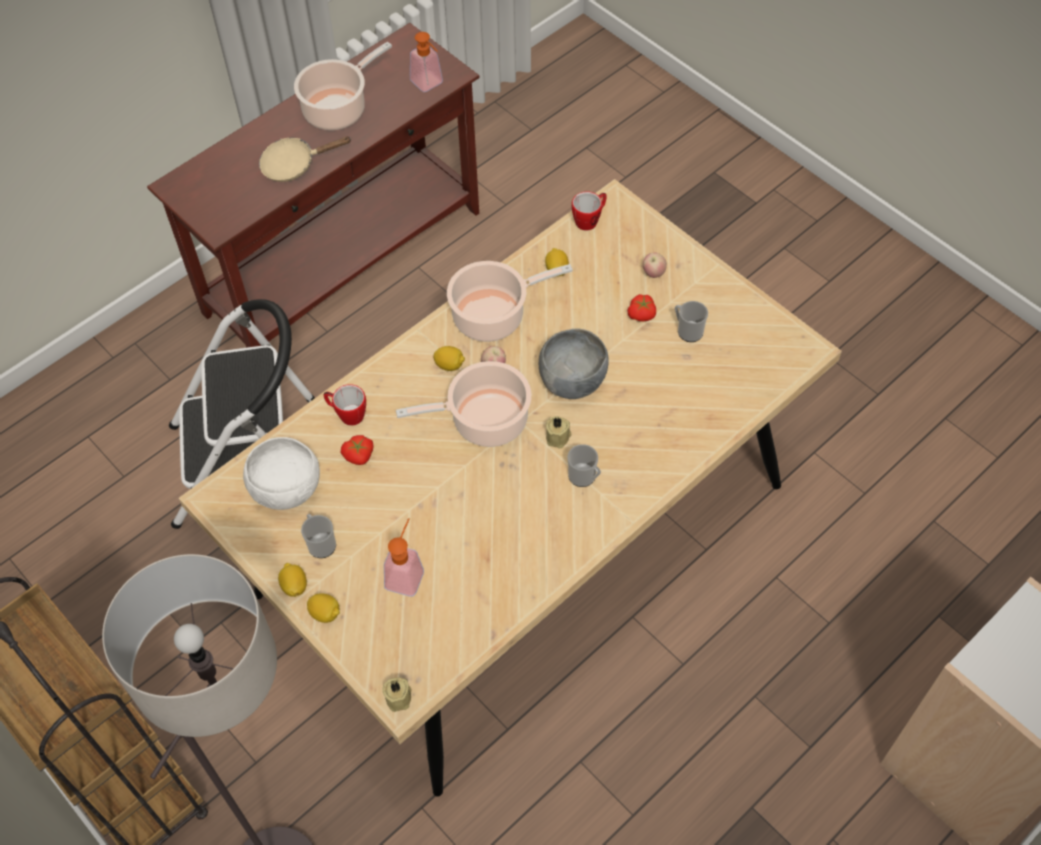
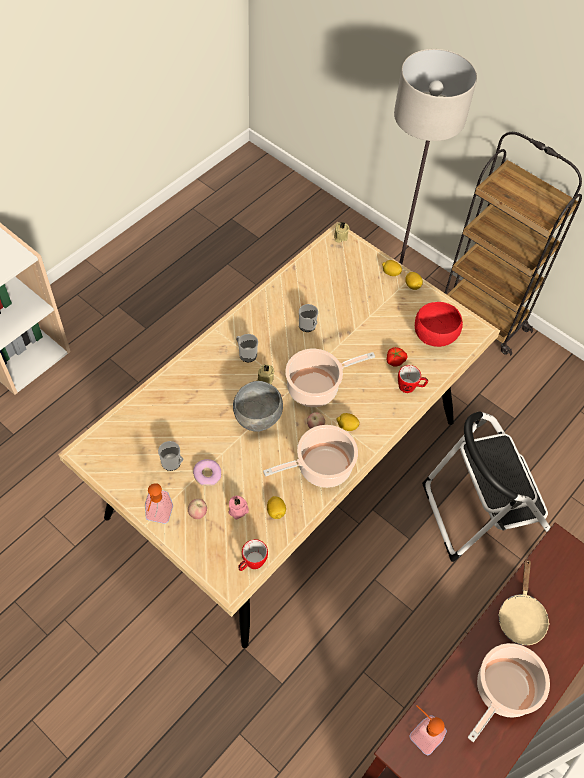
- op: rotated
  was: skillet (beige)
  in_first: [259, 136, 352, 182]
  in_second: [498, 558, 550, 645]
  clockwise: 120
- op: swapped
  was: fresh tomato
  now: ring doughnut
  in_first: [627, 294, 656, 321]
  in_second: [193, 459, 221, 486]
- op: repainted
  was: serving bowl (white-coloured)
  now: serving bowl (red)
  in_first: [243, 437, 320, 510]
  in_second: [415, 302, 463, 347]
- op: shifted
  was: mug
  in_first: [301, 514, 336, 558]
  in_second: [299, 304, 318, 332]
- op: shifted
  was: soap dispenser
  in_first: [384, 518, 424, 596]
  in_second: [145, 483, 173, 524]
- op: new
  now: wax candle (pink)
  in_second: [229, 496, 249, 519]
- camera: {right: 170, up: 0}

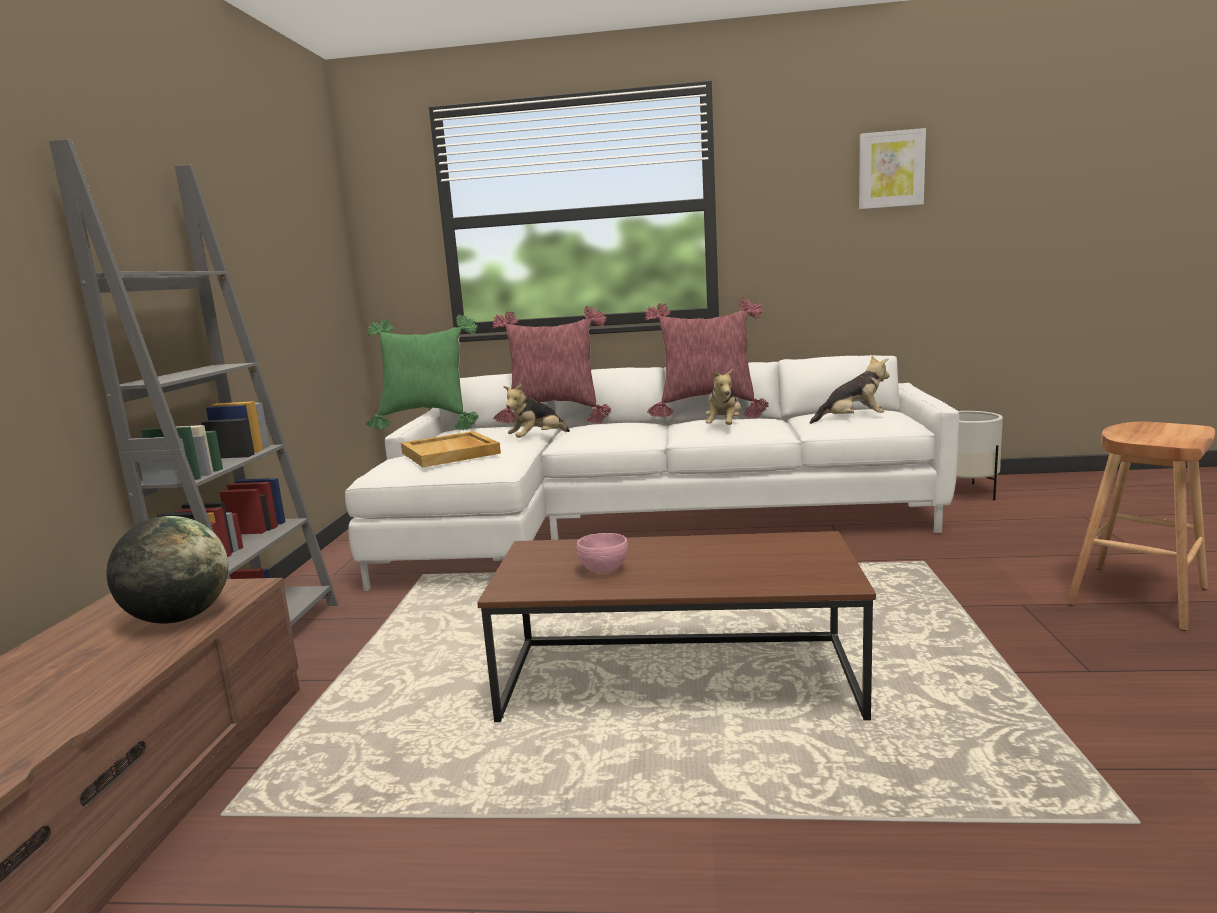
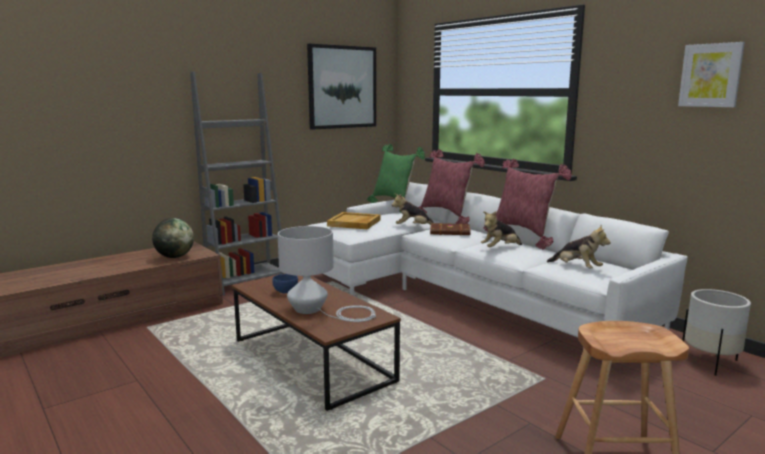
- op: repainted
  was: serving bowl (pink)
  now: serving bowl (blue-coloured)
  in_first: [576, 533, 628, 573]
  in_second: [272, 274, 298, 293]
- op: new
  now: wall picture
  in_second: [307, 44, 376, 130]
- op: new
  now: bound book (brownish)
  in_second: [430, 223, 471, 235]
- op: new
  now: table lamp (white-coloured)
  in_second: [278, 226, 376, 322]
- camera: {right: 45, up: 0}

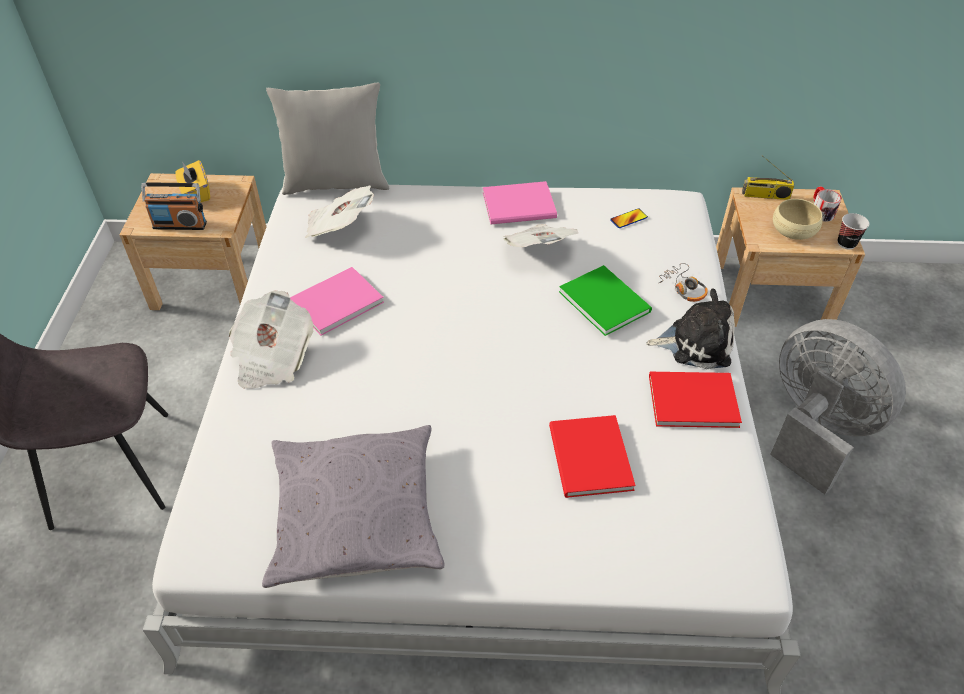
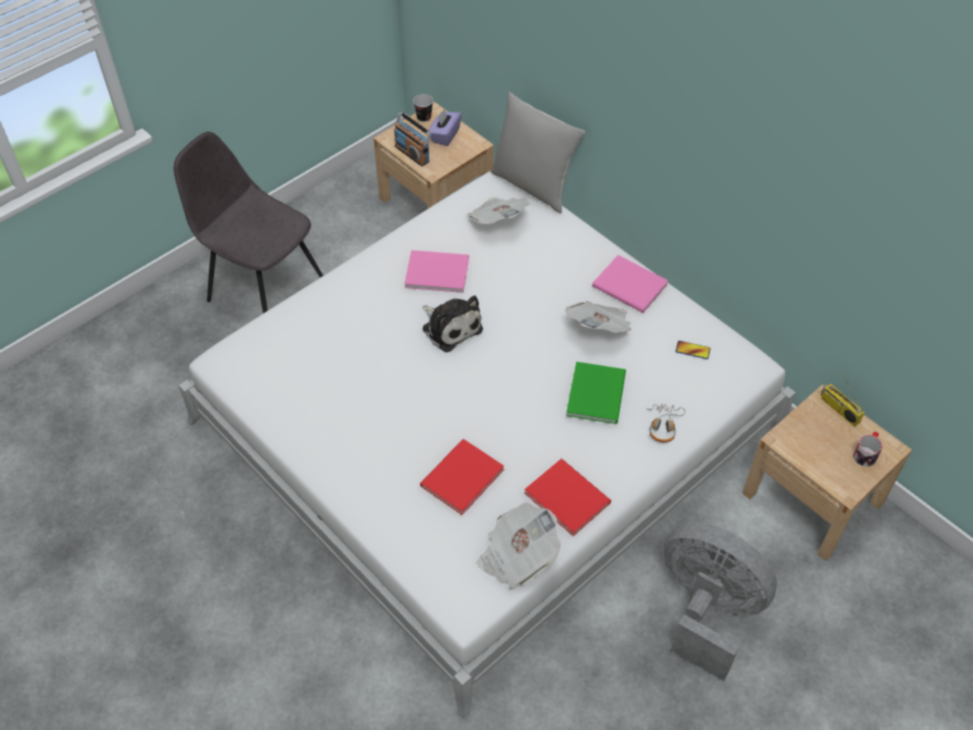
- op: repainted
  was: tissue holder (yellow)
  now: tissue holder (purple-coloured)
  in_first: [175, 160, 210, 202]
  in_second: [429, 108, 462, 146]
- op: gone
  was: serving bowl (beige)
  in_first: [773, 199, 823, 240]
- op: shifted
  was: cup
  in_first: [838, 213, 869, 249]
  in_second: [413, 94, 433, 122]
- op: shifted
  was: plush toy
  in_first: [646, 289, 735, 369]
  in_second: [422, 295, 483, 352]
- op: shifted
  was: daily paper
  in_first: [229, 290, 314, 389]
  in_second: [477, 502, 561, 590]
- op: rotated
  was: electric fan (greyish)
  in_first: [770, 319, 906, 494]
  in_second: [663, 522, 777, 681]
  clockwise: -60
- op: gone
  was: throw pillow (greyish)
  in_first: [262, 425, 445, 588]
- camera: {right: 45, up: 5}

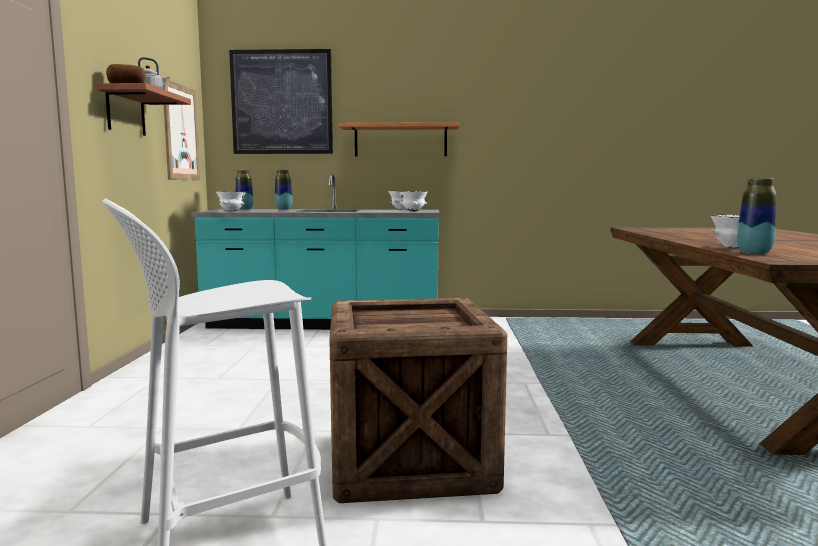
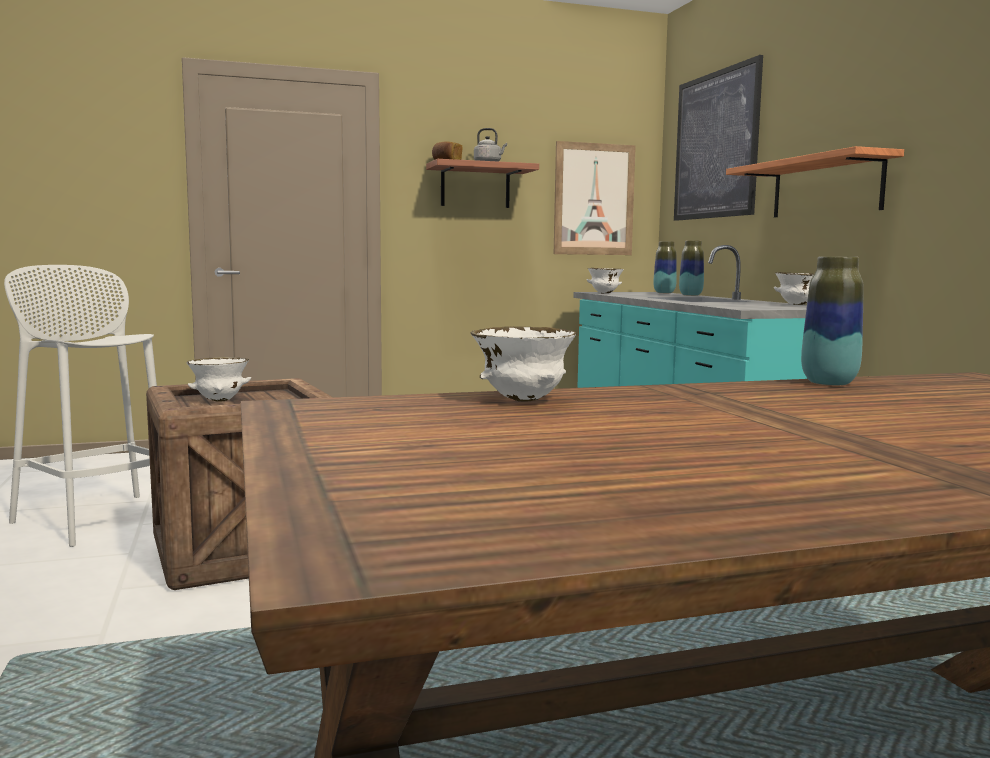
- op: shifted
  was: decorative vase
  in_first: [737, 178, 777, 254]
  in_second: [801, 256, 864, 386]
- op: shifted
  was: serving bowl (white-coloured)
  in_first: [398, 191, 428, 211]
  in_second: [186, 357, 251, 401]
- camera: {right: 70, up: 0}

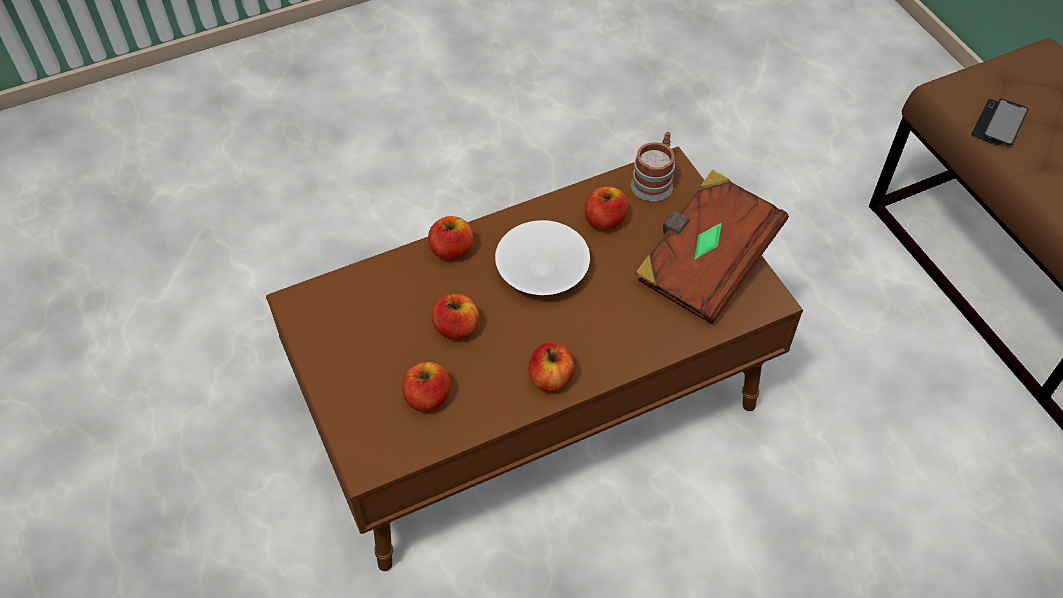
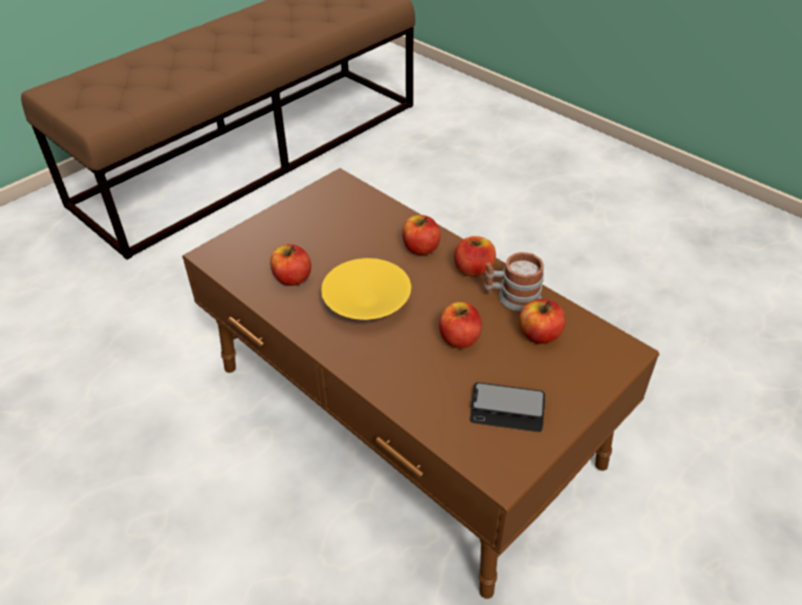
- op: shifted
  was: handset
  in_first: [972, 99, 1028, 145]
  in_second: [470, 382, 545, 432]
- op: shifted
  was: mug
  in_first: [631, 132, 675, 201]
  in_second: [484, 252, 544, 312]
- op: gone
  was: bound book (brownish)
  in_first: [634, 170, 789, 324]
- op: shifted
  was: apple
  in_first: [428, 216, 474, 260]
  in_second: [402, 215, 441, 255]
- op: repainted
  was: serving bowl (white-coloured)
  now: serving bowl (yellow)
  in_first: [495, 220, 590, 295]
  in_second: [321, 258, 411, 320]
- camera: {right: -110, up: -10}

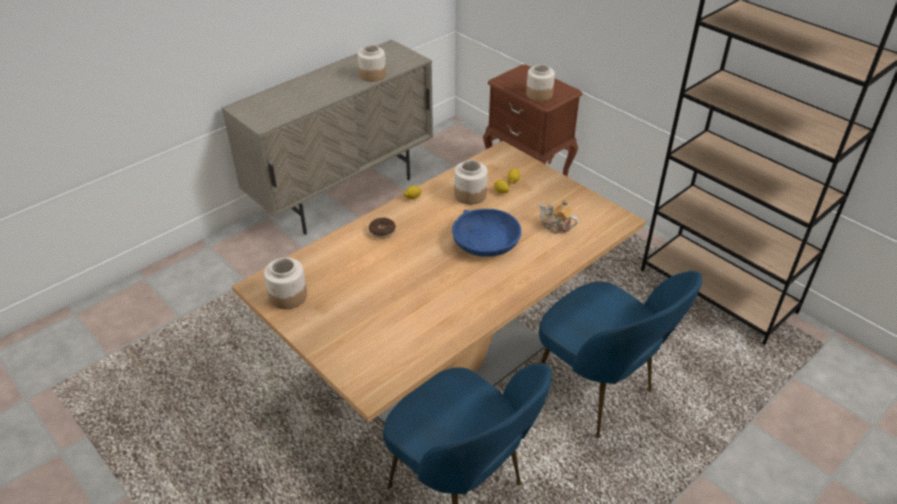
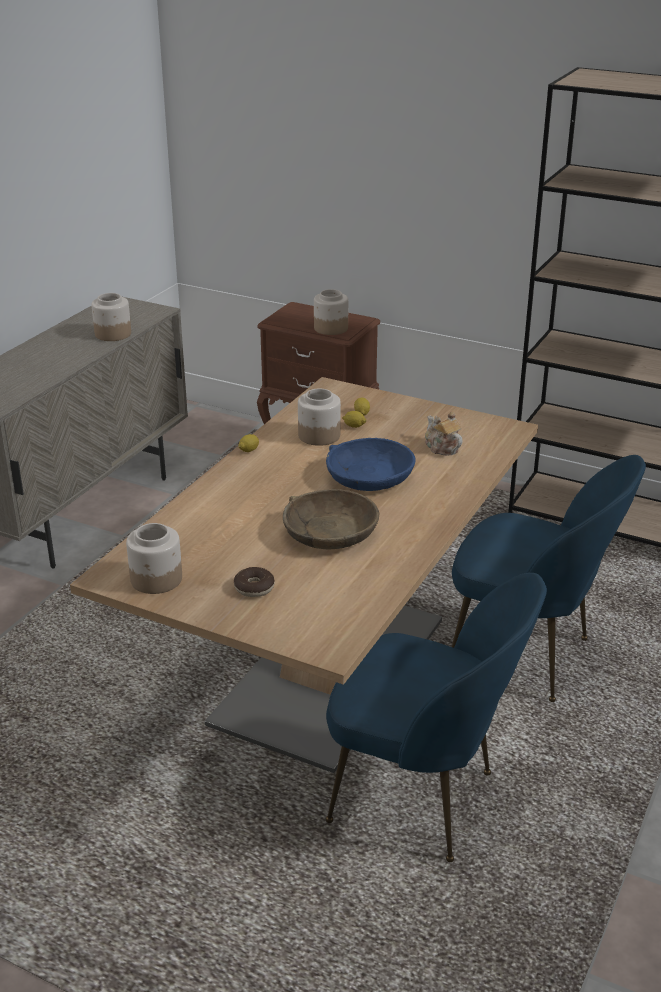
- op: rotated
  was: tea pot
  in_first: [539, 199, 578, 234]
  in_second: [425, 411, 462, 456]
  clockwise: 45
- op: shifted
  was: ring doughnut
  in_first: [369, 217, 396, 238]
  in_second: [234, 567, 275, 597]
- op: new
  now: serving bowl (brownish)
  in_second: [283, 489, 380, 549]
- camera: {right: -20, up: -10}

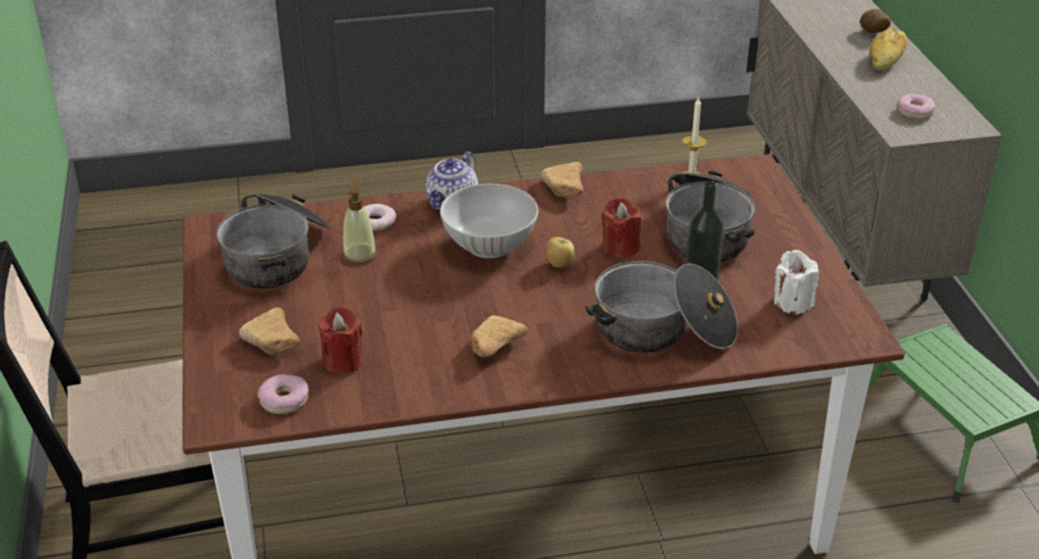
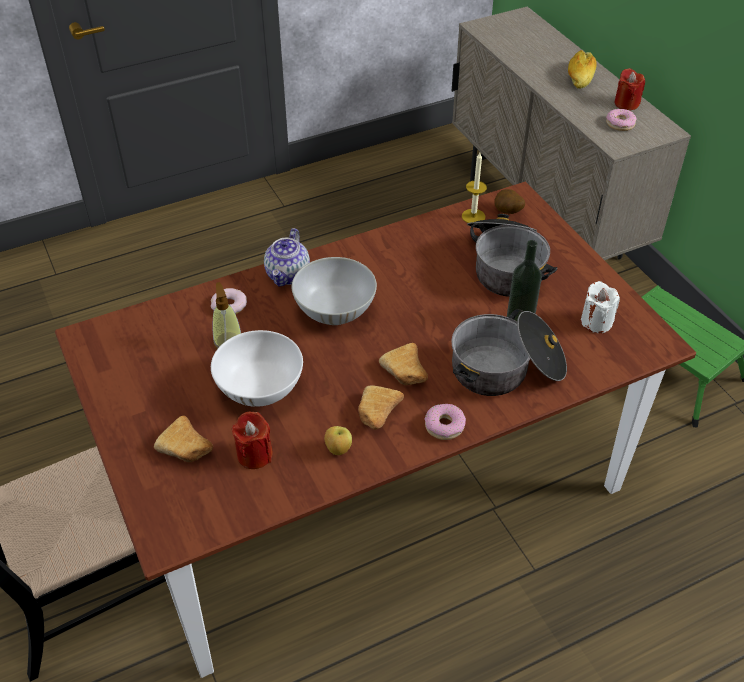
- op: shifted
  was: whole potato
  in_first: [860, 9, 891, 33]
  in_second: [494, 189, 525, 214]
- op: shifted
  was: baked bread
  in_first: [540, 162, 583, 197]
  in_second: [379, 343, 428, 385]
- op: gone
  was: cooking pot
  in_first: [216, 193, 332, 289]
- op: shifted
  was: wax candle (red)
  in_first: [601, 197, 641, 258]
  in_second: [614, 68, 645, 111]
- op: shifted
  was: apple
  in_first: [546, 237, 574, 267]
  in_second: [325, 426, 352, 455]
- op: shifted
  was: ring doughnut
  in_first: [258, 374, 309, 414]
  in_second: [424, 404, 466, 440]
- op: new
  now: serving bowl (white-coloured)
  in_second: [211, 330, 303, 407]
- camera: {right: -15, up: 10}

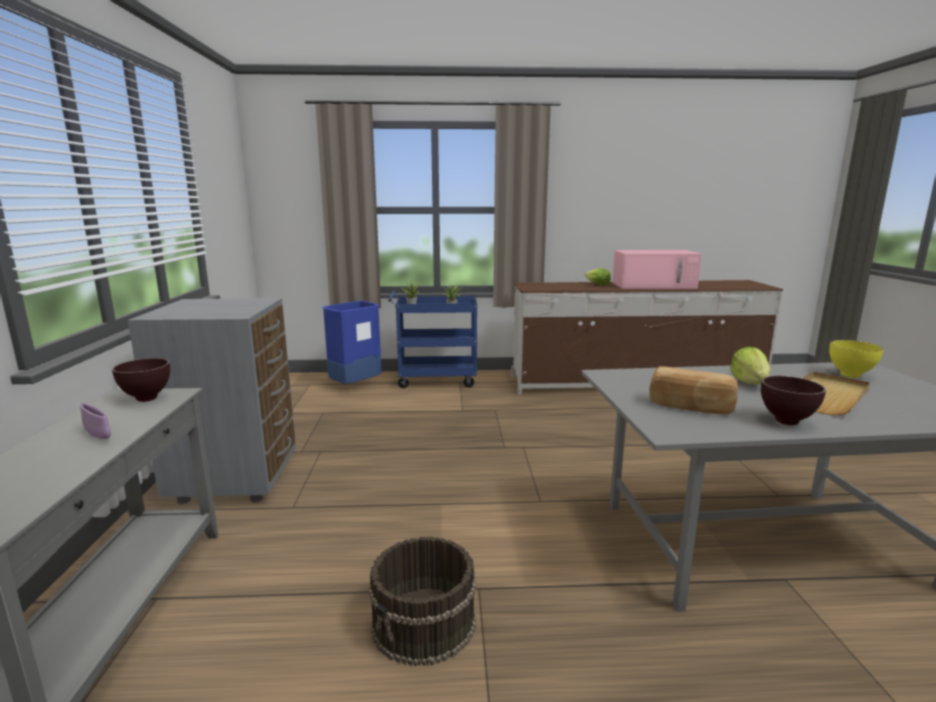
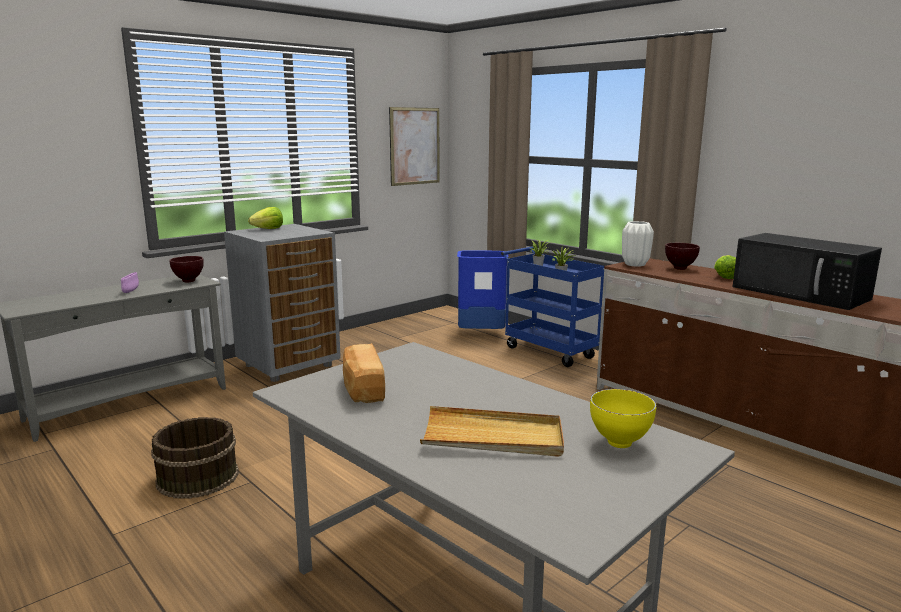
- op: repainted
  was: microwave (pink)
  now: microwave (black-coloured)
  in_first: [612, 250, 702, 289]
  in_second: [733, 233, 882, 310]
- op: shifted
  was: lettuce
  in_first: [730, 347, 771, 384]
  in_second: [248, 207, 283, 229]
- op: shifted
  was: serving bowl (brownish)
  in_first: [761, 376, 826, 425]
  in_second: [665, 243, 700, 270]
- op: new
  now: wall picture
  in_second: [389, 107, 439, 186]
- op: new
  now: decorative vase (white-coloured)
  in_second: [622, 221, 654, 267]
- camera: {right: 50, up: 0}

